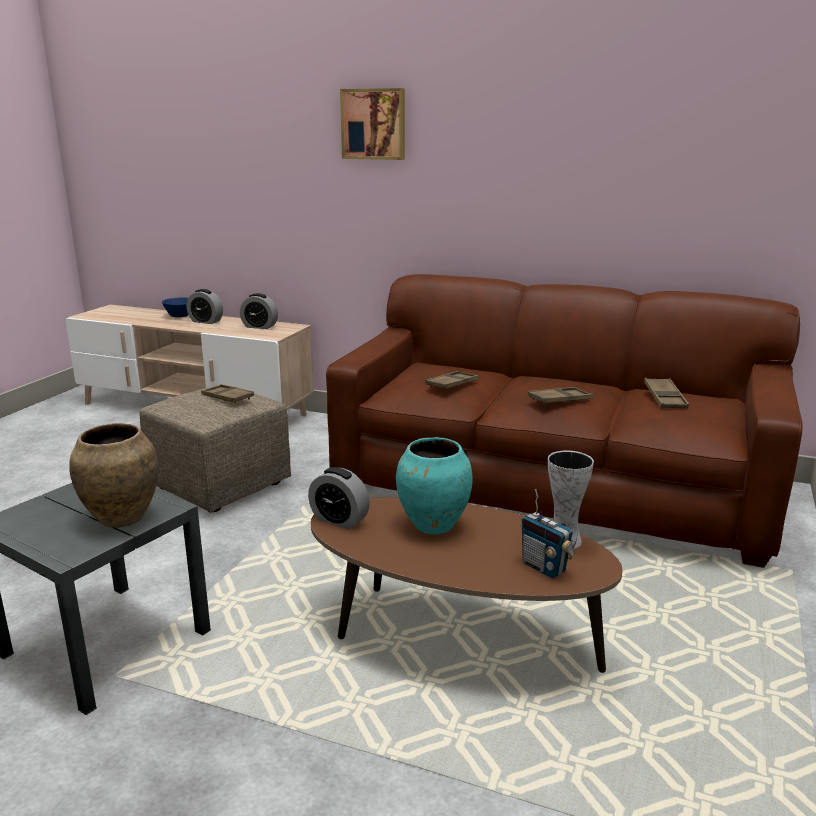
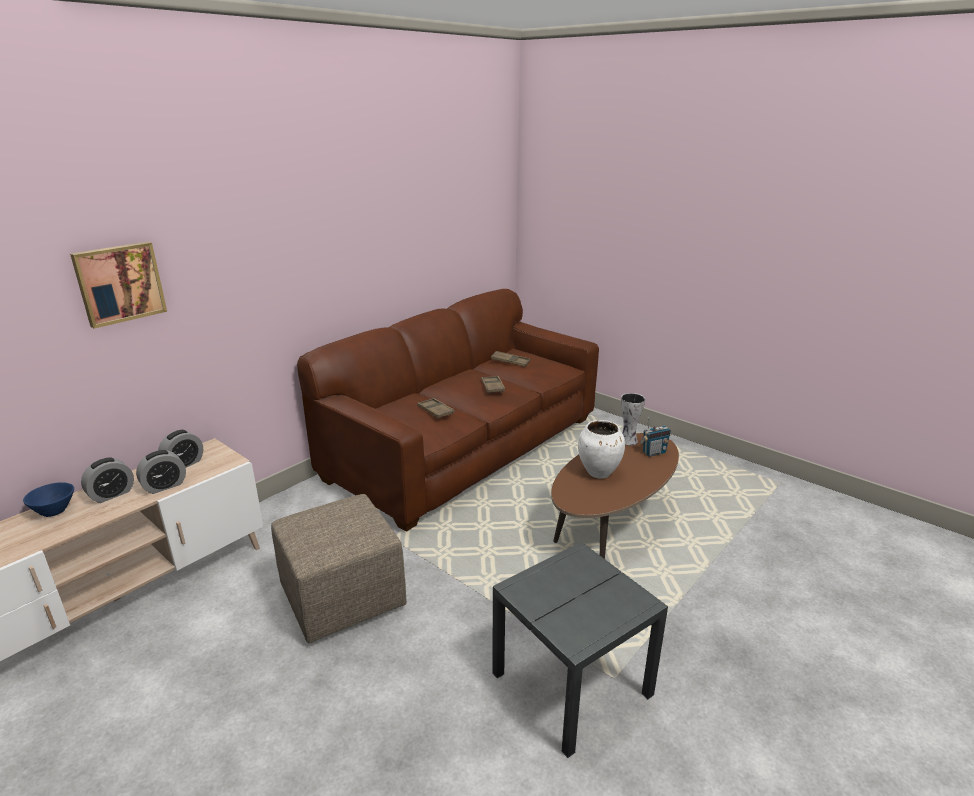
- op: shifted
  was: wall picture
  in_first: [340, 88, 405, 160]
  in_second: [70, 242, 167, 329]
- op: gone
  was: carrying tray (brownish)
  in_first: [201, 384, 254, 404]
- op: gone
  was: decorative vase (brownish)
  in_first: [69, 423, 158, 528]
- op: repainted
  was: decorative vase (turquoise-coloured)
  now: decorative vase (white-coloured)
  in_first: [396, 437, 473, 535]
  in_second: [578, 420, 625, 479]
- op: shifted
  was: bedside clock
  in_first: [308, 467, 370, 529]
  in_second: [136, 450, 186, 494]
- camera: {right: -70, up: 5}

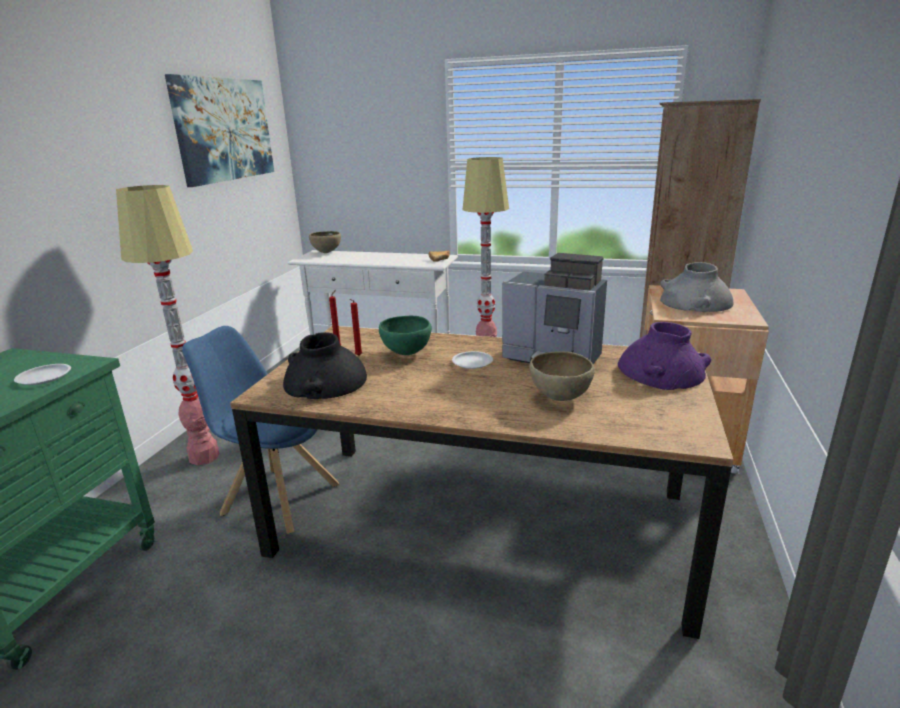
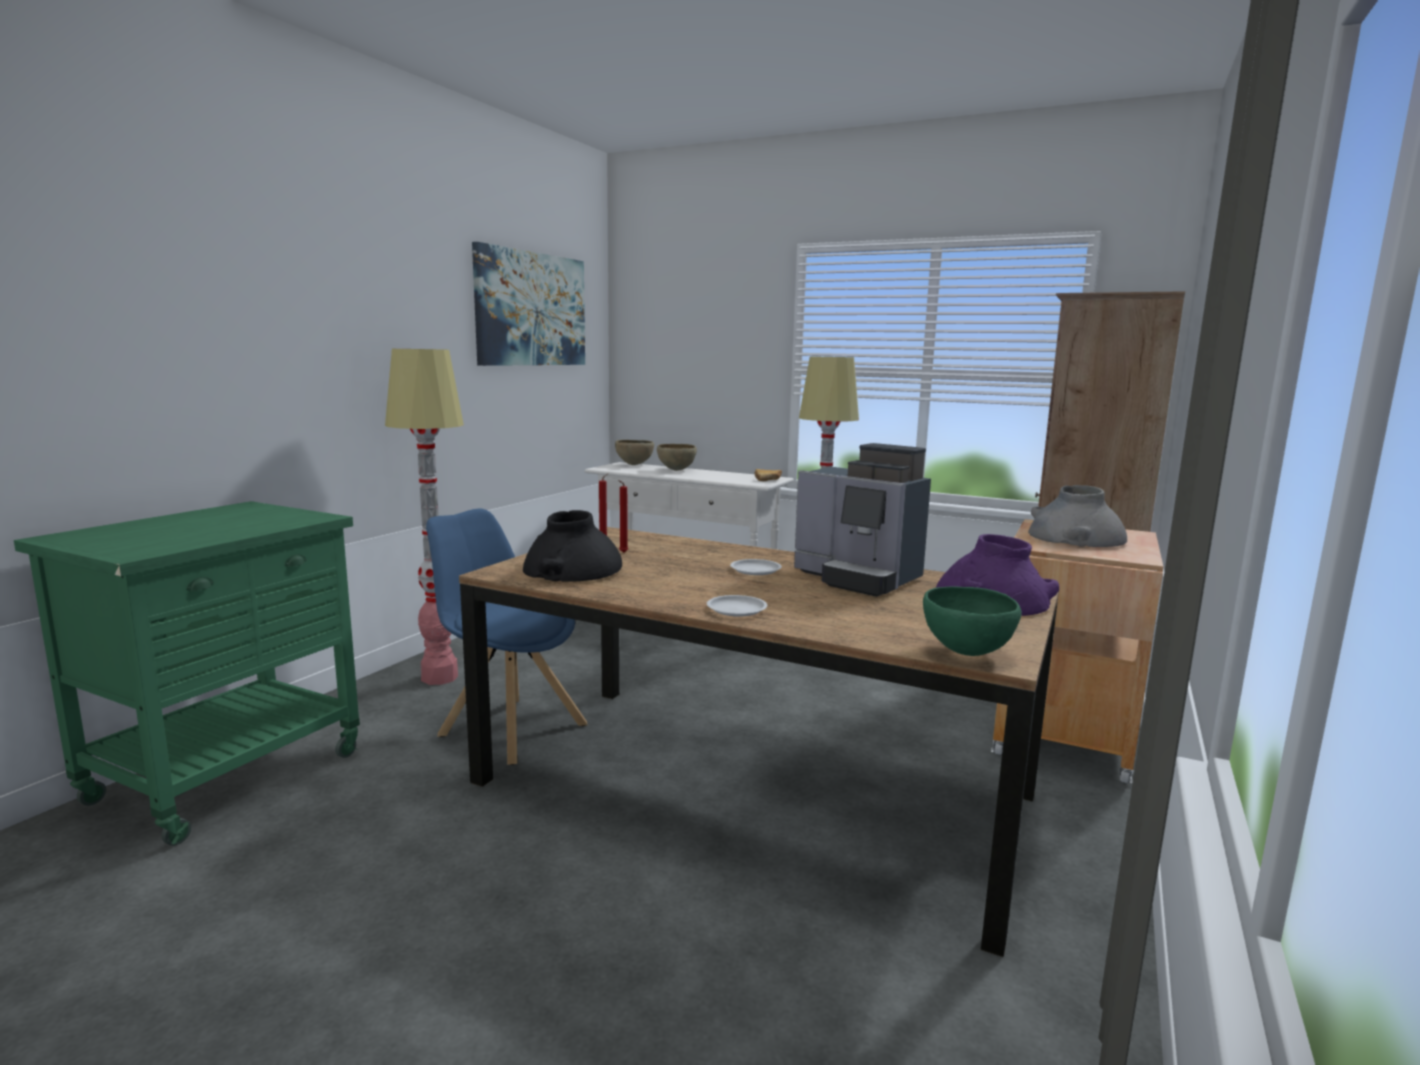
- op: shifted
  was: serving bowl (green-coloured)
  in_first: [379, 316, 432, 355]
  in_second: [923, 586, 1022, 656]
- op: shifted
  was: serving bowl (brownish)
  in_first: [529, 351, 595, 401]
  in_second: [657, 444, 697, 471]
- op: shifted
  was: plate (white-coloured)
  in_first: [14, 364, 71, 385]
  in_second: [707, 595, 767, 616]
- camera: {right: 10, up: -10}

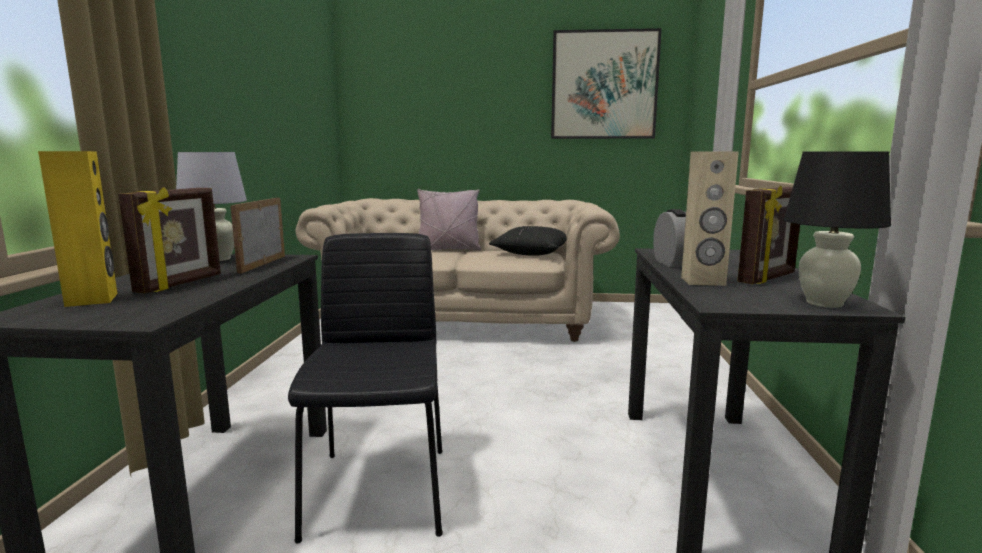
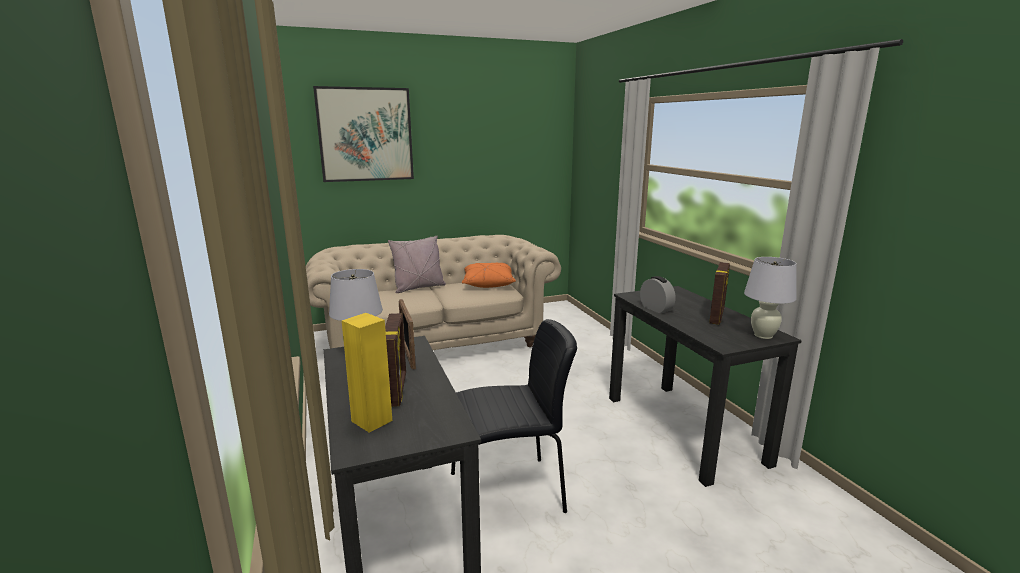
- op: shifted
  was: wall picture
  in_first: [551, 28, 662, 139]
  in_second: [313, 86, 414, 182]
- op: repainted
  was: table lamp (black-coloured)
  now: table lamp (white-coloured)
  in_first: [784, 151, 891, 308]
  in_second: [744, 257, 797, 339]
- op: gone
  was: loudspeaker (beige)
  in_first: [681, 152, 739, 286]
- op: repainted
  was: throw pillow (black-coloured)
  now: throw pillow (orangey)
  in_first: [489, 226, 567, 256]
  in_second: [462, 263, 516, 288]
- op: rotated
  was: chair (black-coloured)
  in_first: [288, 233, 443, 544]
  in_second: [451, 319, 577, 513]
  clockwise: 105
- camera: {right: -25, up: 5}

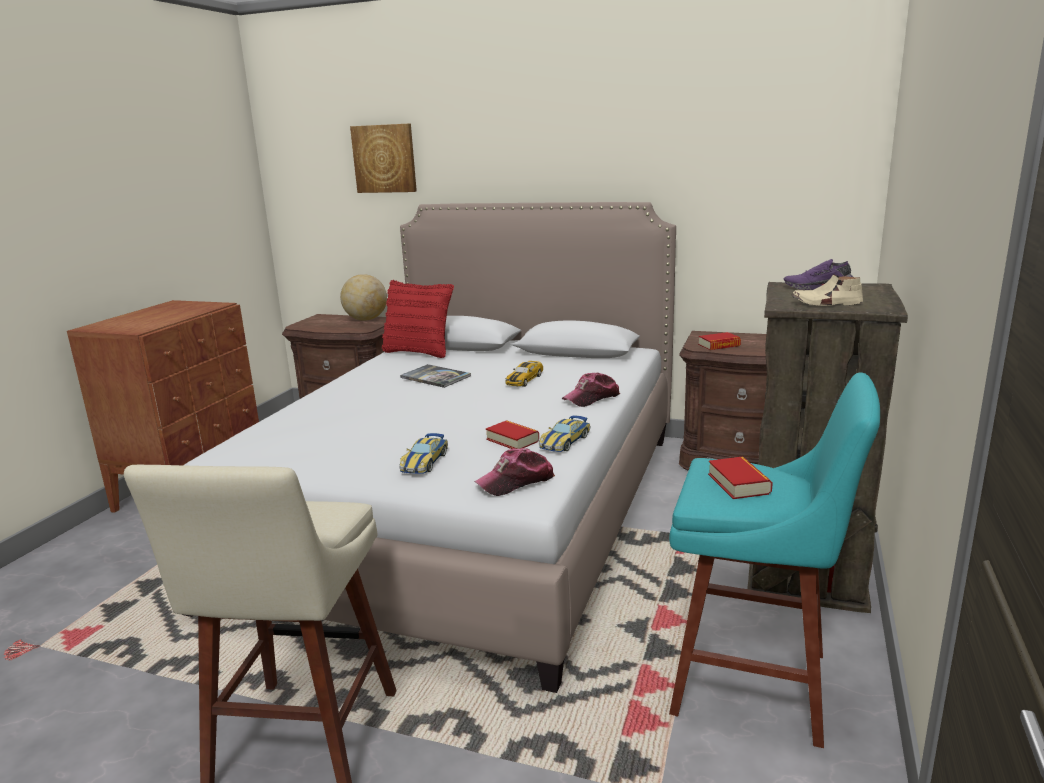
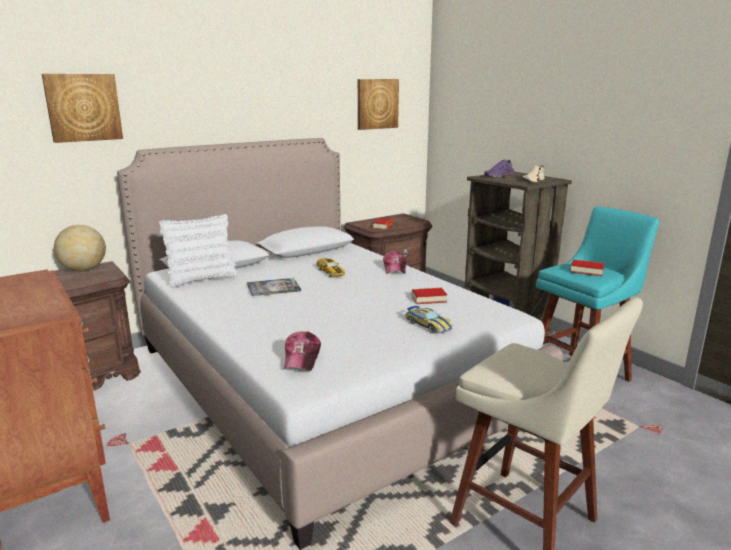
- op: repainted
  was: throw pillow (red)
  now: throw pillow (white-coloured)
  in_first: [382, 280, 454, 358]
  in_second: [159, 214, 238, 287]
- op: gone
  was: miniature car
  in_first: [539, 415, 591, 452]
- op: shifted
  was: baseball cap
  in_first: [475, 448, 555, 496]
  in_second: [284, 331, 321, 371]
- op: new
  now: wall picture
  in_second: [358, 79, 399, 130]
- camera: {right: -55, up: 0}

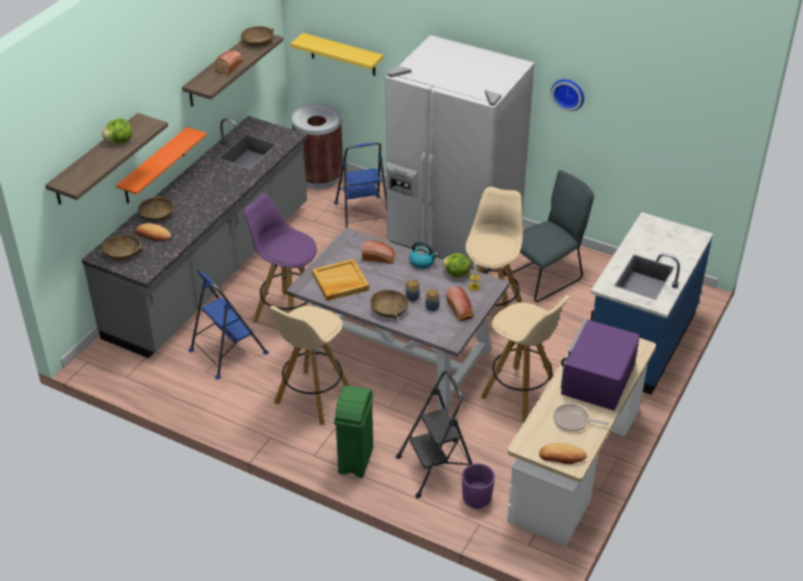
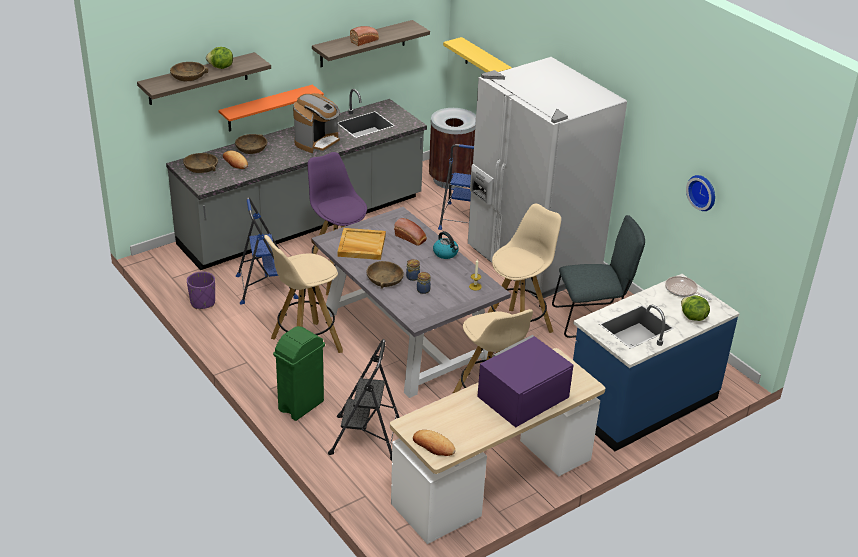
- op: shifted
  was: serving bowl (brownish)
  in_first: [241, 26, 274, 47]
  in_second: [170, 62, 208, 82]
- op: shifted
  was: clock on the wall
  in_first: [551, 79, 584, 111]
  in_second: [686, 175, 715, 211]
- op: shifted
  was: lettuce
  in_first: [442, 253, 471, 277]
  in_second: [681, 295, 710, 321]
- op: gone
  was: baked bread
  in_first: [446, 286, 474, 321]
- op: shifted
  was: skillet
  in_first: [553, 404, 609, 431]
  in_second: [665, 276, 711, 300]
- op: shifted
  was: plant pot (purple-coloured)
  in_first: [462, 463, 495, 509]
  in_second: [187, 272, 215, 309]
- op: new
  now: coffee brewer
  in_second: [293, 93, 340, 153]
- camera: {right: 25, up: -5}

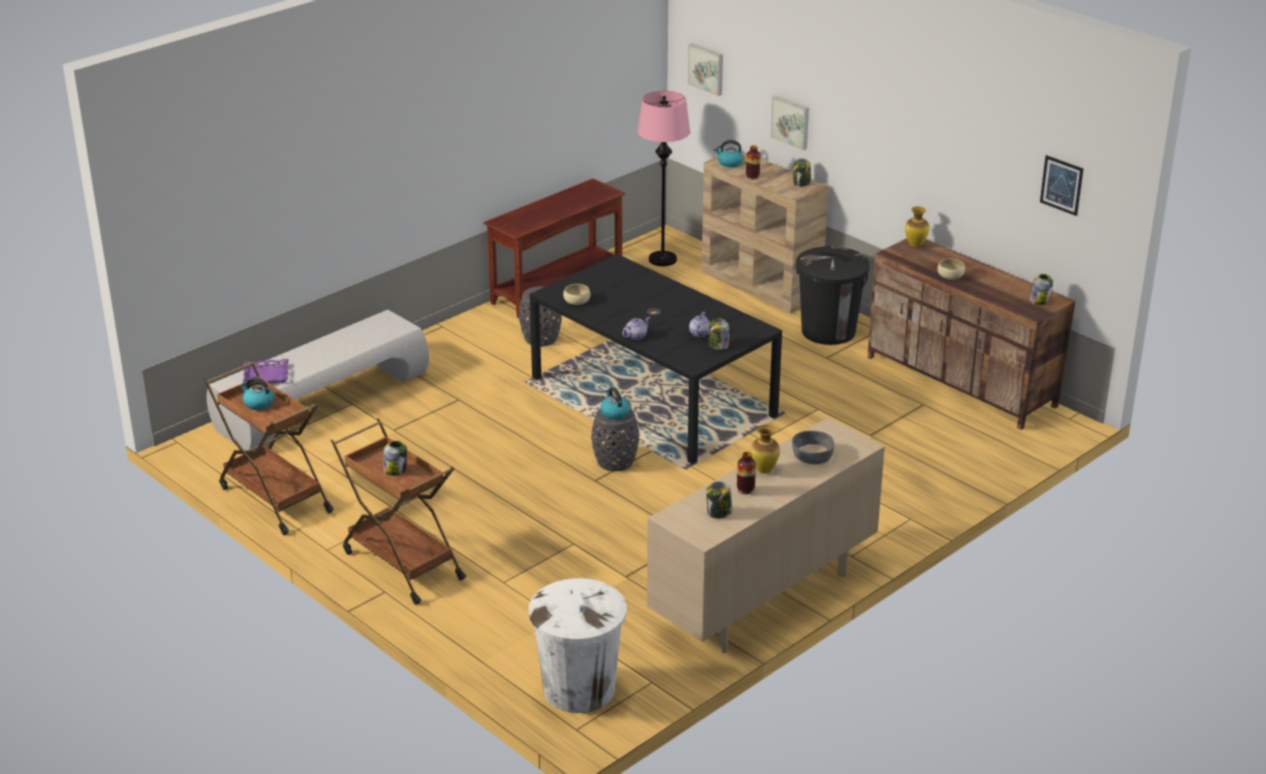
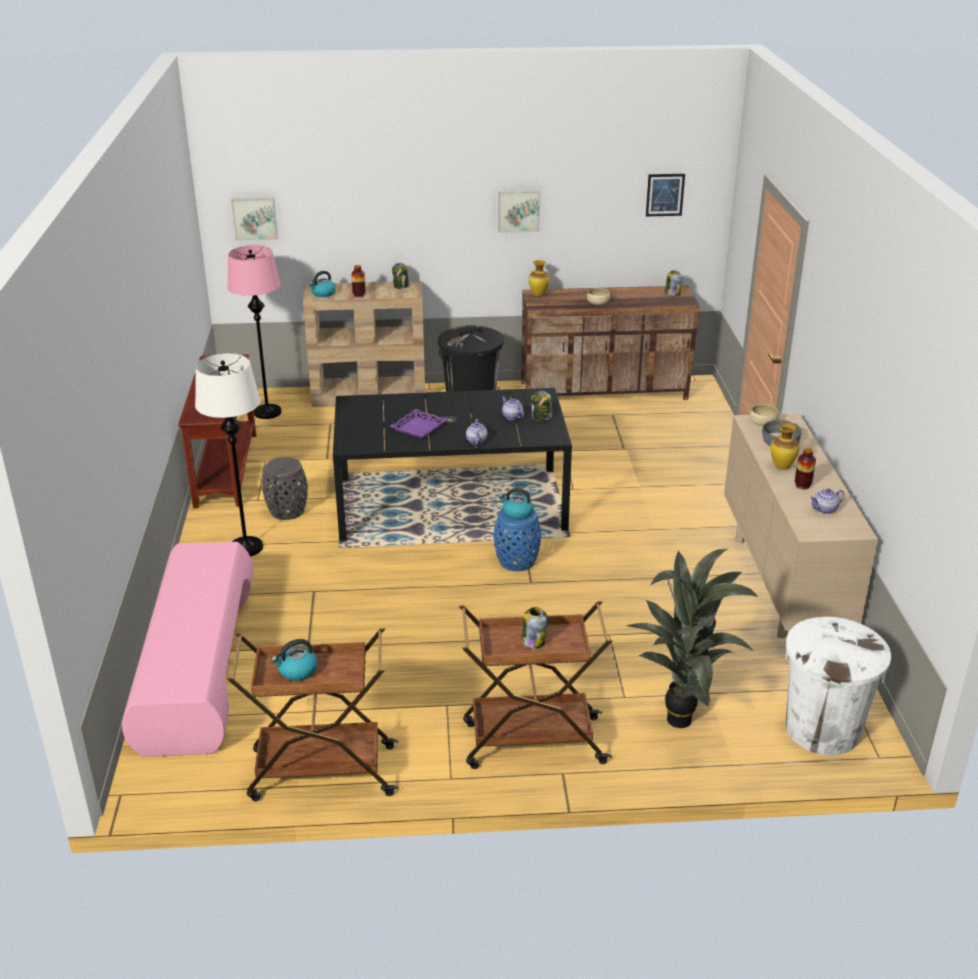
- op: shifted
  was: wall picture
  in_first: [771, 96, 809, 150]
  in_second: [498, 190, 540, 233]
- op: shifted
  was: serving bowl (beige)
  in_first: [563, 284, 590, 305]
  in_second: [750, 404, 779, 426]
- op: repainted
  was: indoor bench (greyish)
  now: indoor bench (pink)
  in_first: [207, 310, 429, 451]
  in_second: [122, 542, 253, 757]
- op: shifted
  was: carrying tray (purple-coloured)
  in_first: [243, 359, 289, 384]
  in_second: [390, 409, 447, 438]
- op: repainted
  was: sitting stool (greyish)
  now: sitting stool (blue-coloured)
  in_first: [591, 408, 639, 471]
  in_second: [493, 508, 541, 571]
- op: swapped
  was: storage jar
  now: tea pot
  in_first: [706, 482, 732, 518]
  in_second: [810, 488, 844, 514]
- op: new
  now: standard lamp (white-coloured)
  in_second: [195, 353, 263, 557]
- op: new
  now: houseplant
  in_second: [625, 549, 759, 728]
- camera: {right: -50, up: 0}

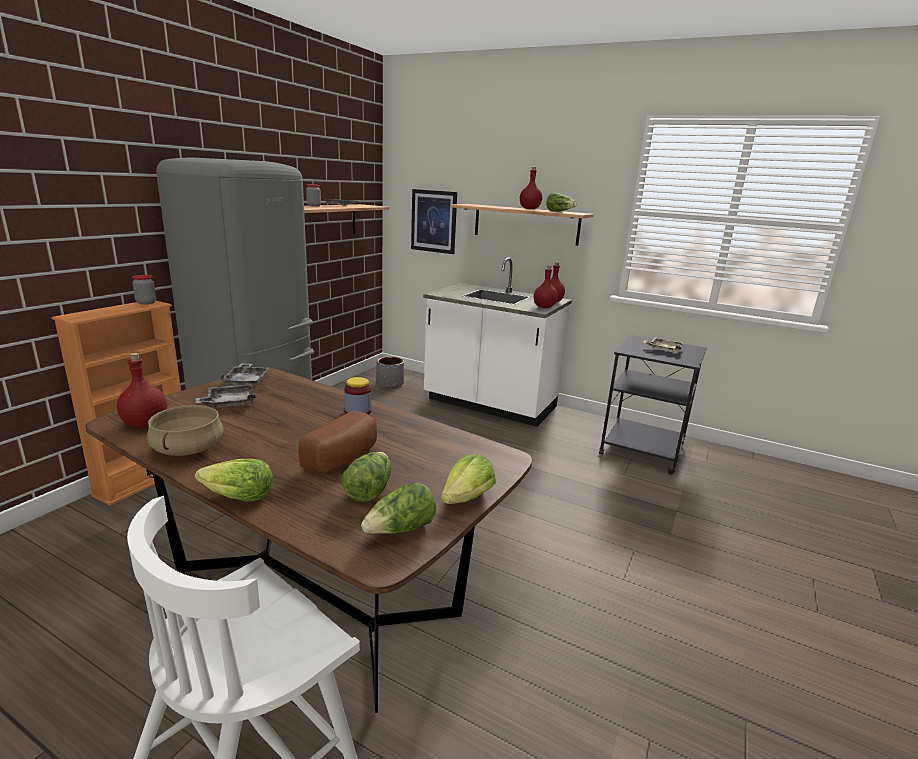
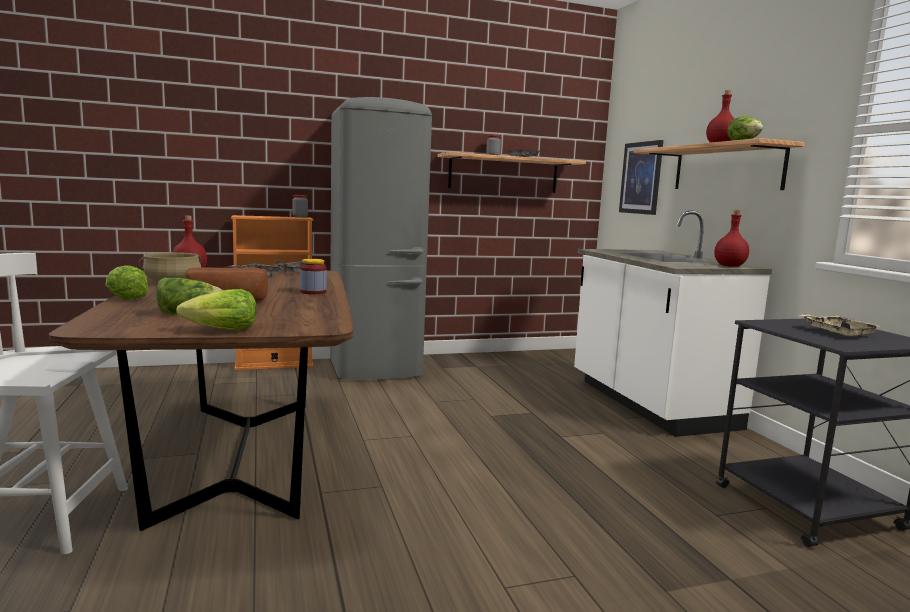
- op: gone
  was: bottle (red)
  in_first: [534, 266, 558, 308]
- op: gone
  was: plant pot (greyish)
  in_first: [376, 356, 404, 388]
- op: gone
  was: lettuce
  in_first: [361, 482, 436, 534]
- camera: {right: 45, up: -10}

